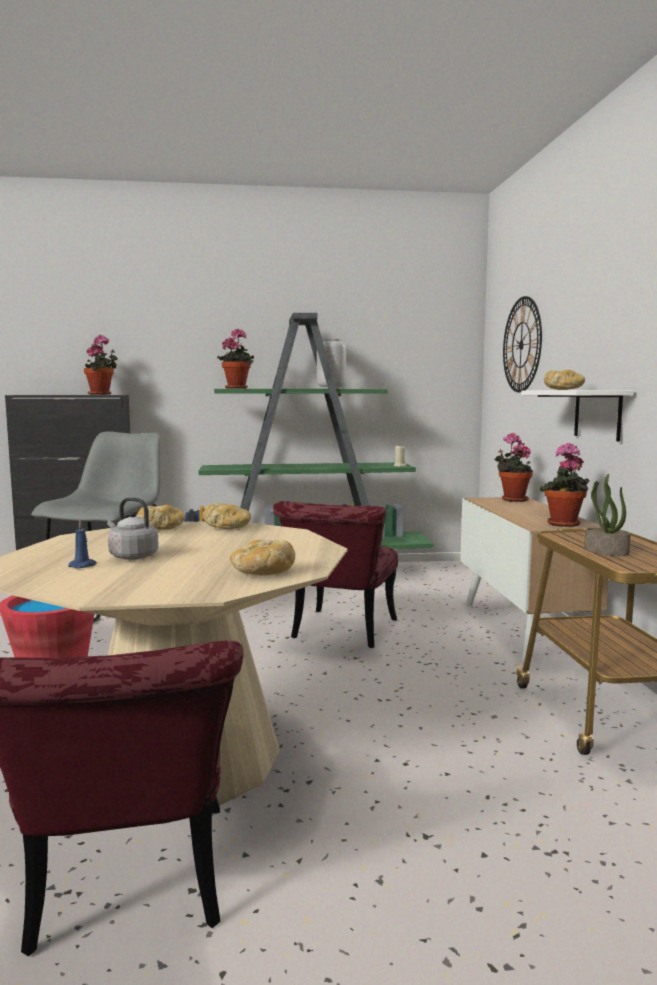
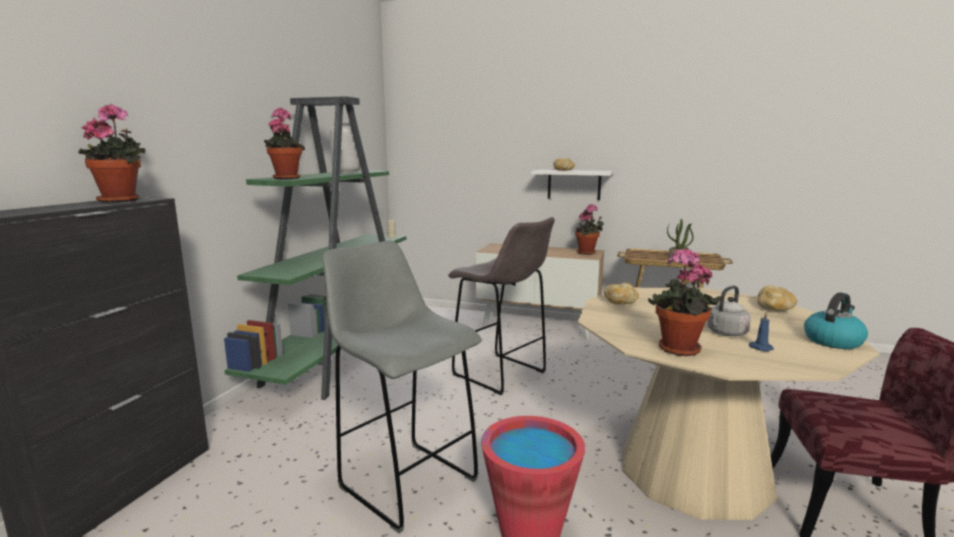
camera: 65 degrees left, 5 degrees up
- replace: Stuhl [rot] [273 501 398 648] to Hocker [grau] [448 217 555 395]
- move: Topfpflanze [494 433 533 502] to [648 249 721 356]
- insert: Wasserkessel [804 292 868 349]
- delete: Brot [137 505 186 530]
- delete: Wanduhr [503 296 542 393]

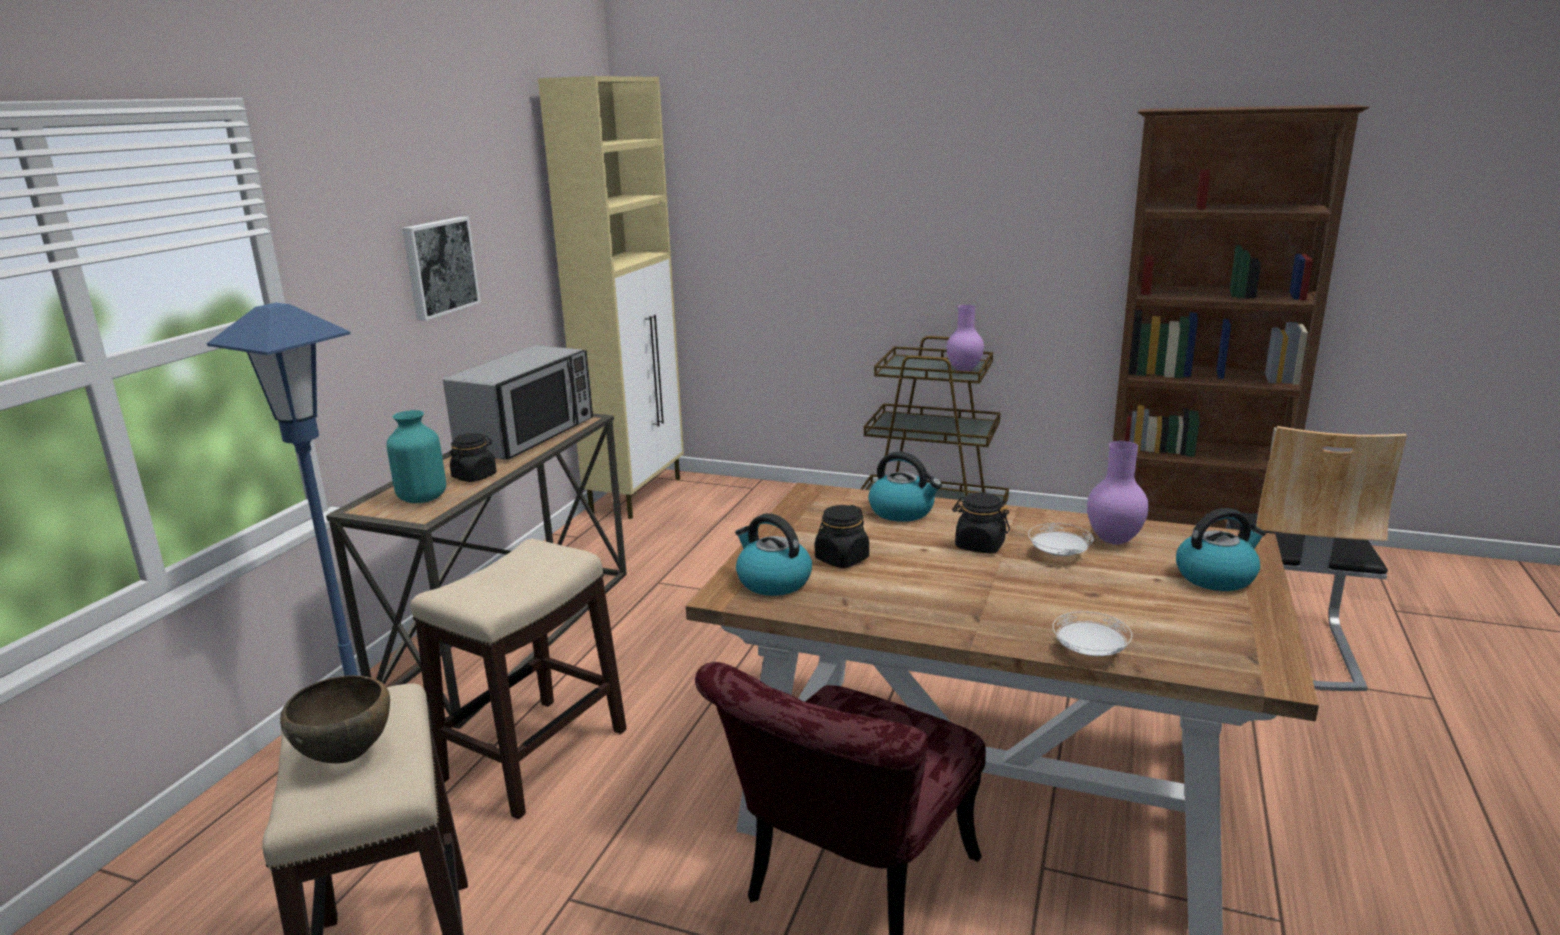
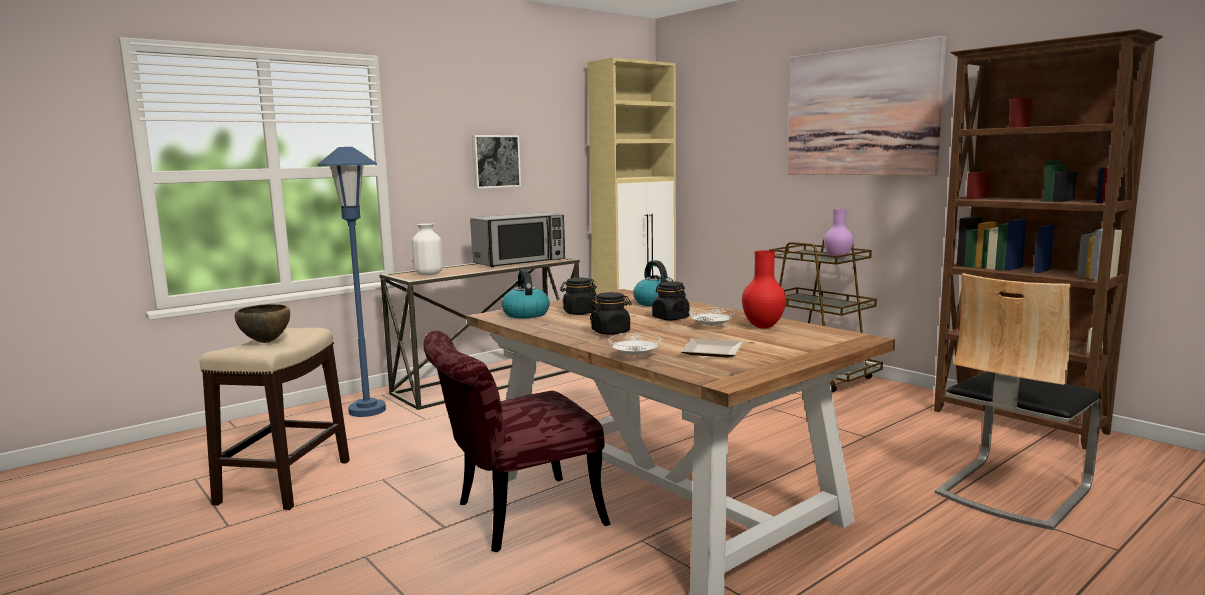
camera: 30 degrees right, 10 degrees down
- recolor: Vase [türkis] [387 410 446 503] to Vase [weiß] [412 223 443 275]
- move: Vorratsglas [schwarz] [450 433 497 482] to [590 292 632 335]
- insert: Teller [681 338 743 358]
- recolor: Vase [lila] [1087 441 1149 544] to Vase [rot] [742 250 786 328]
- insert: Bild [788 36 946 175]
- delete: Hocker [411 539 627 819]
- delete: Wasserkessel [1176 508 1266 591]

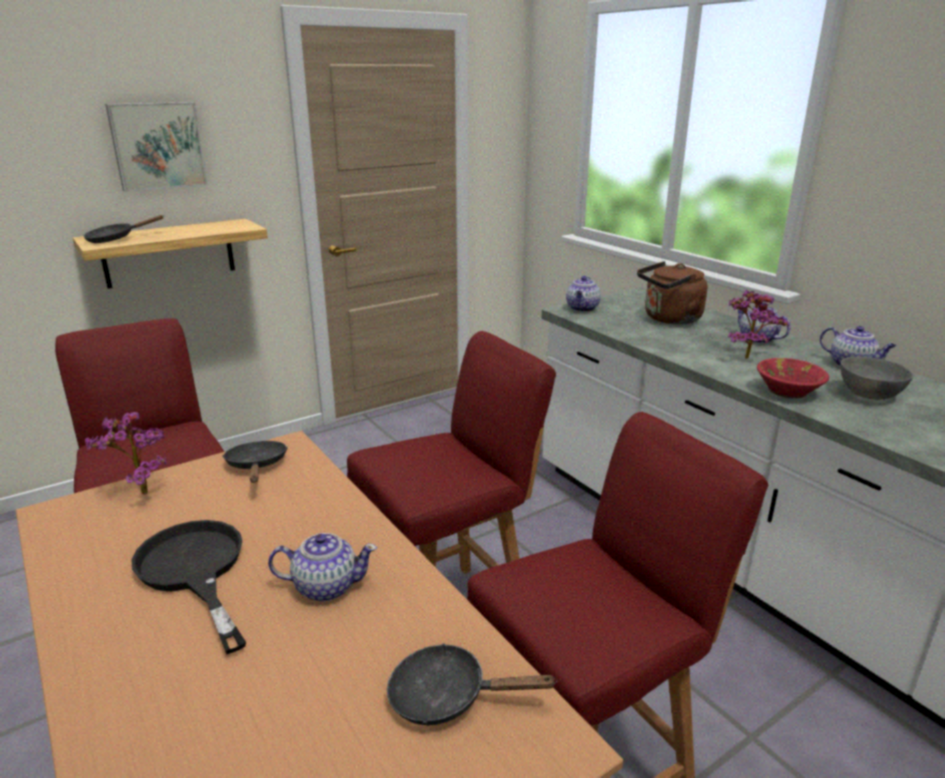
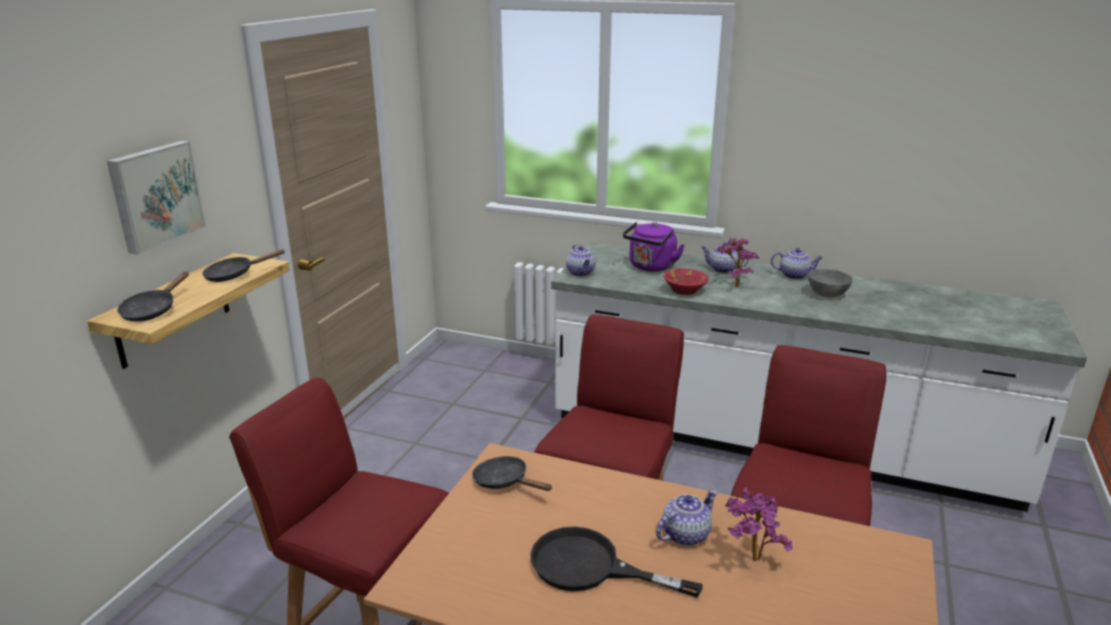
camera: 35 degrees left, 0 degrees up
- move: Pfanne [schwarz] [387 643 557 726] to [202 249 285 282]
- recolor: Wasserkessel [braun] [637 261 707 325] to Wasserkessel [lila] [623 222 685 272]
- move: Schüssel [rot] [757 358 829 399] to [663 268 709 295]
- move: Topfpflanze [85 412 167 495] to [725 487 793 562]

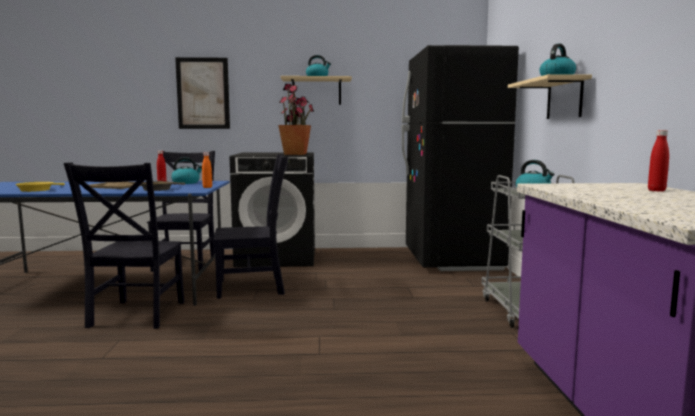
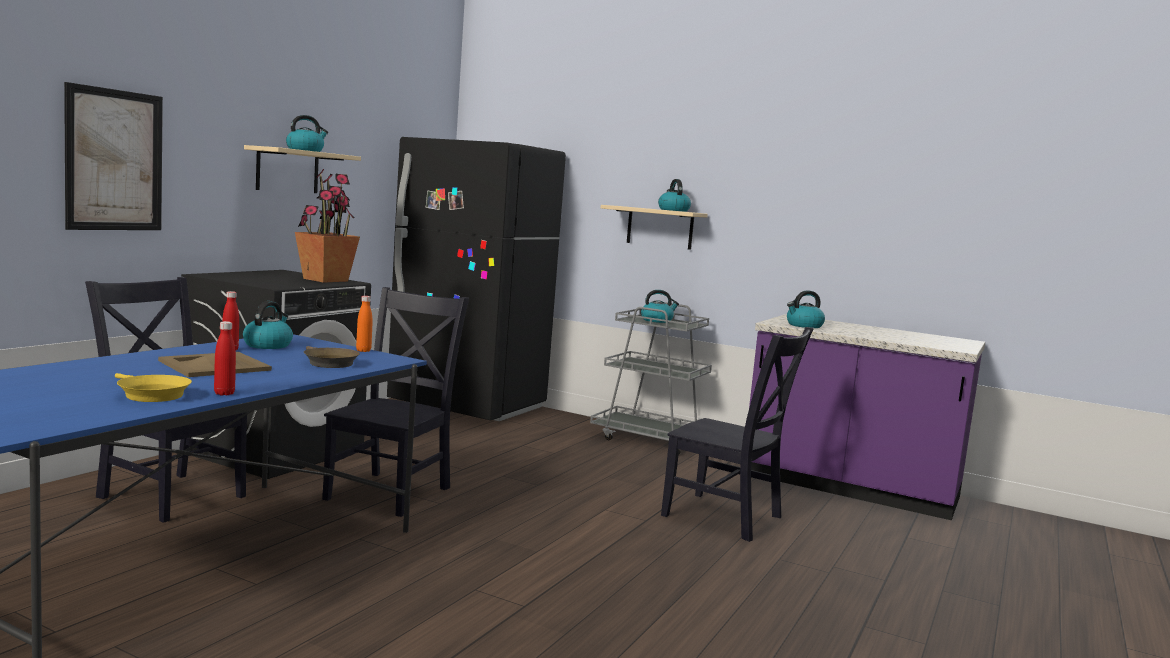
camera: 60 degrees left, 0 degrees up
- move: Flasche [rot] [648 130 669 192] to [214 321 236 395]
- move: Stuhl [schwarz] [64 163 184 329] to [661 327 814 542]
- insert: Wasserkessel [787 290 825 328]

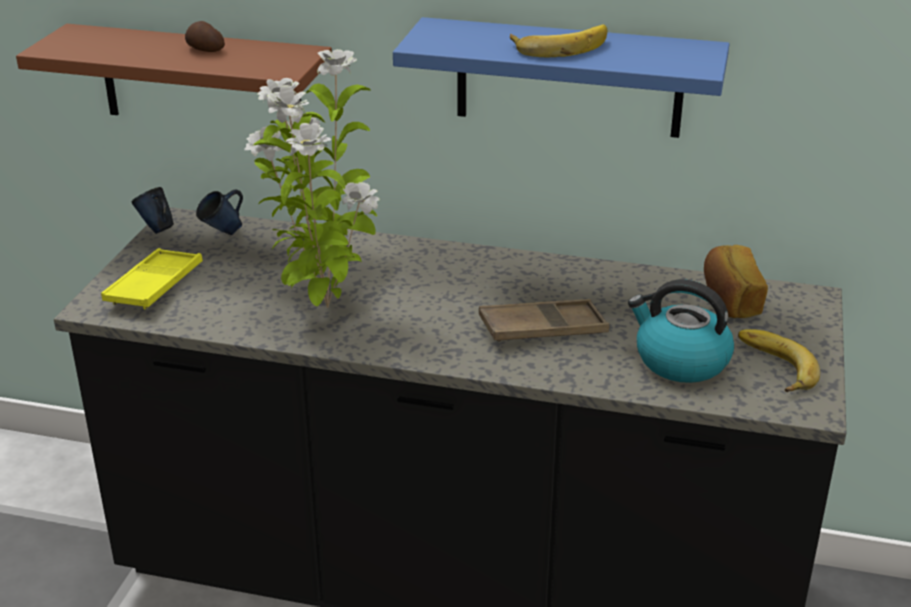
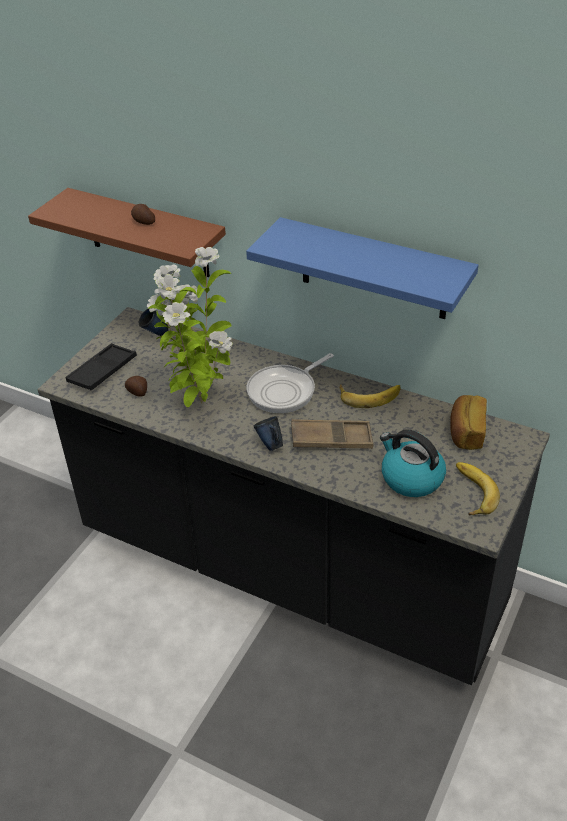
camera: 15 degrees right, 10 degrees up
- recolor: Tablett [gelb] [101 248 203 309] to Tablett [schwarz] [66 343 137 391]
- insert: Kartoffel [125 376 147 397]
- insert: Pfanne [247 353 334 413]
- move: Henkelbecher [blau] [131 187 174 234] to [254 416 283 451]
- move: Banane [510 25 607 57] to [340 385 401 408]

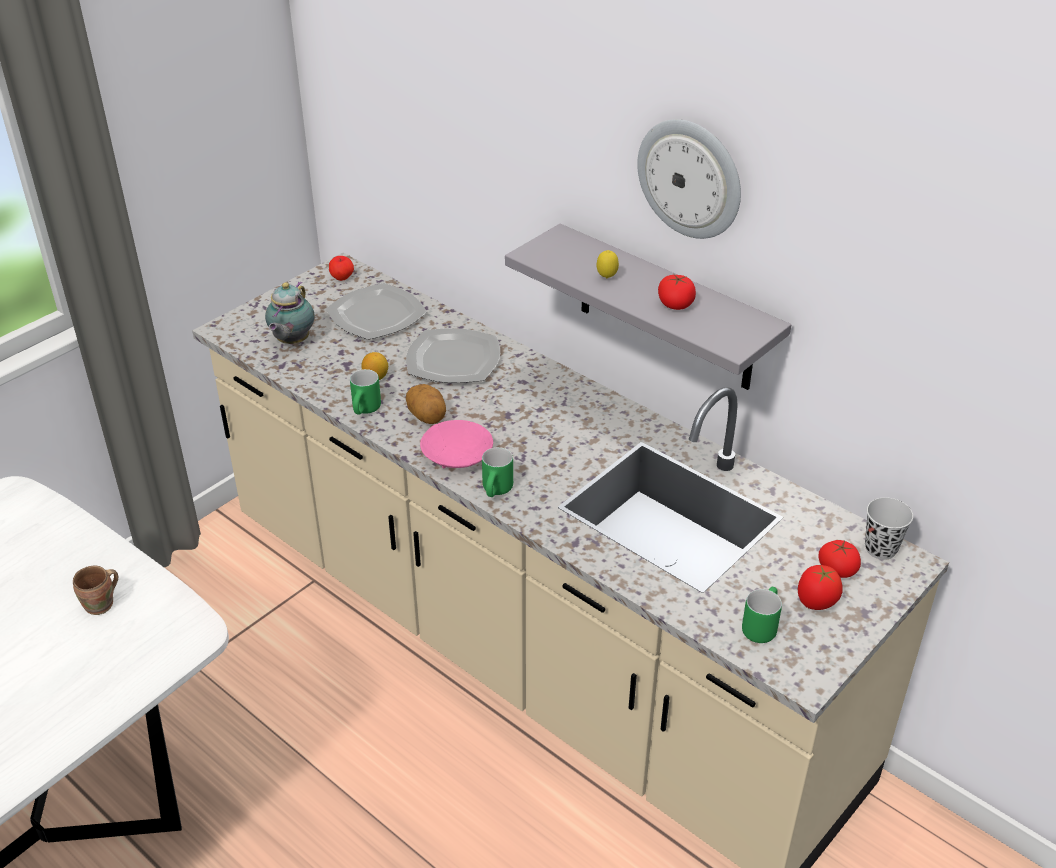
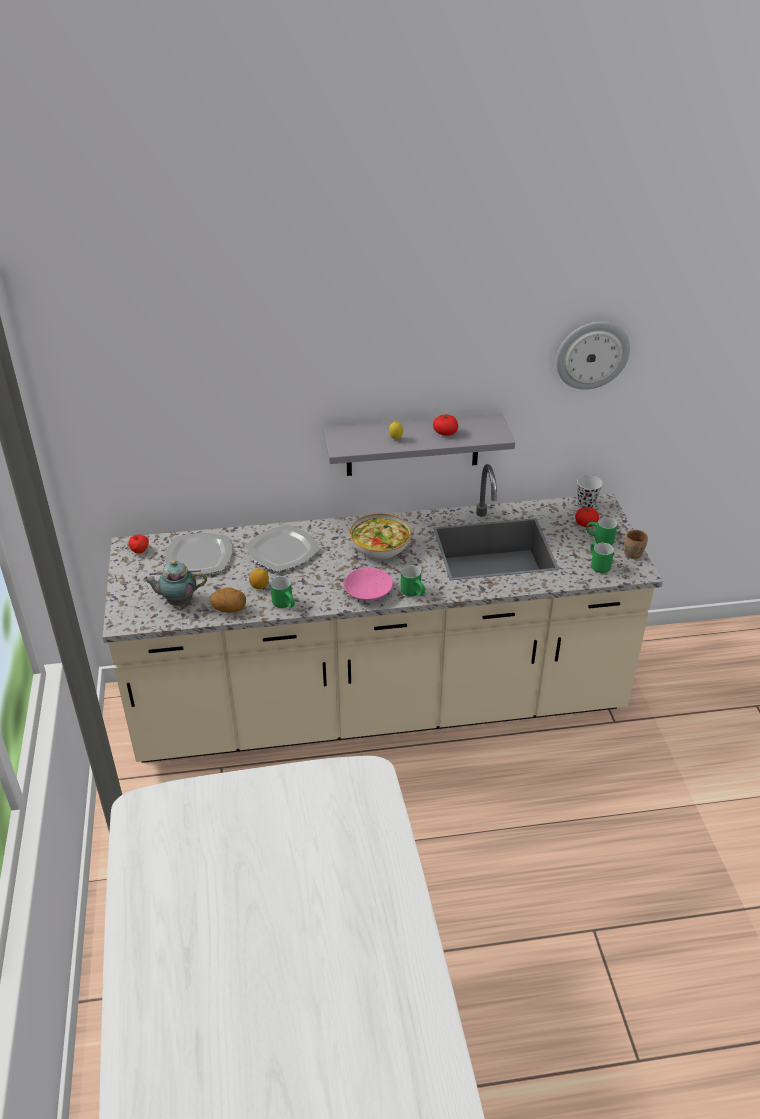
camera: 50 degrees left, 0 degrees up
- rotate: Teekanne [265 281 315 344] = [143 561 207 606] 120 degrees clockwise
- move: Kartoffel [406 384 446 424] to [210 587 246 613]
- insert: Schüssel [350 513 411 560]
- move: Wanduhr [637 119 741 239] to [556 322 630 390]
- replace: Tomate [798 565 843 610] to Henkelbecher [grün] [586 517 617 545]
- move: Henkelbecher [braun] [73 566 118 615] to [624 530 648 559]

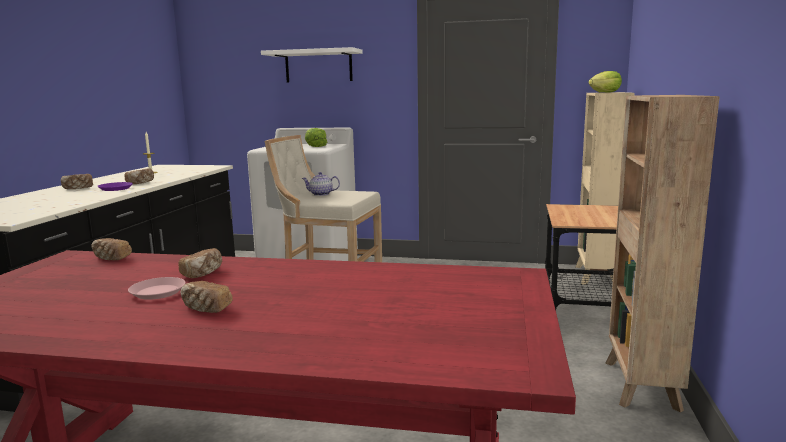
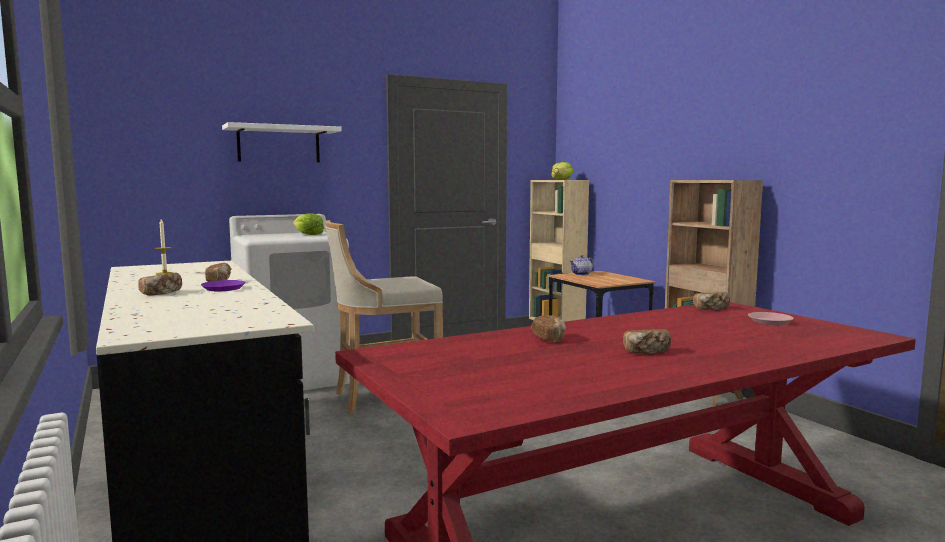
camera: 40 degrees left, 5 degrees down
- move: Teekanne [302 172 340 196] to [569 255 594 275]
- move: Brot [91 238 132 260] to [693 292 730 310]
- move: Teller [rosa] [128 277 186 300] to [748 312 794 325]

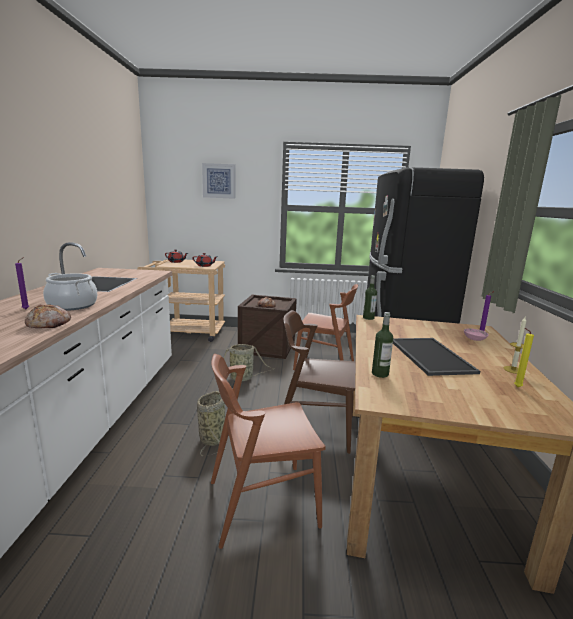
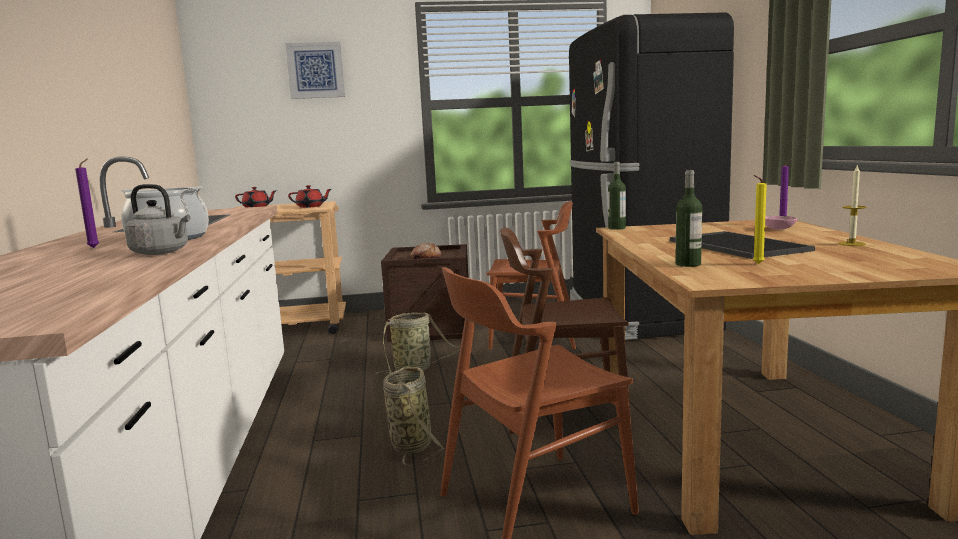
camera: 10 degrees left, 5 degrees down
- replace: Brot [25 304 71 328] to Wasserkessel [grau] [125 184 190 255]
- move: Kerze [gelb] [514 328 534 387] to [753 175 767 264]

